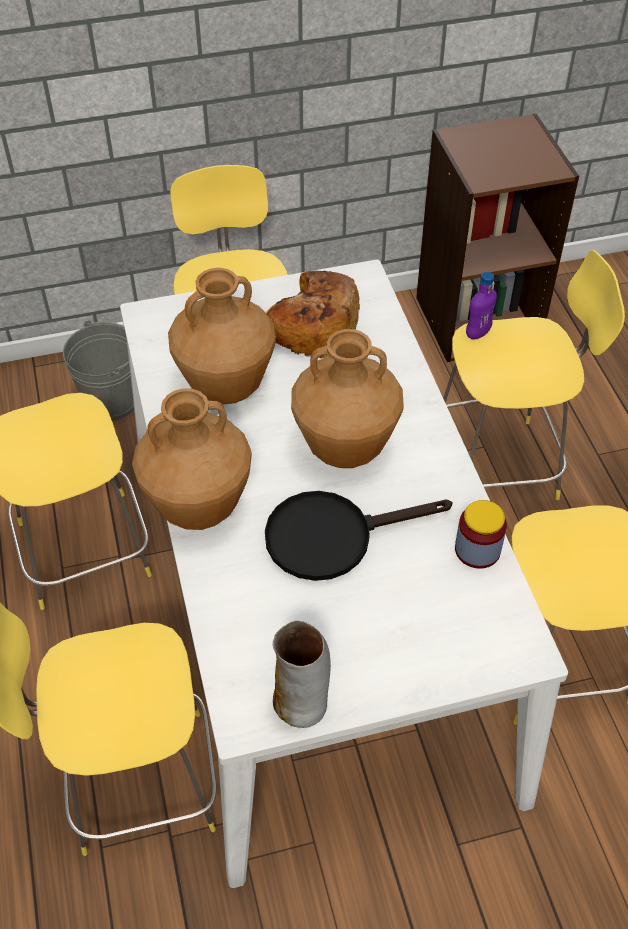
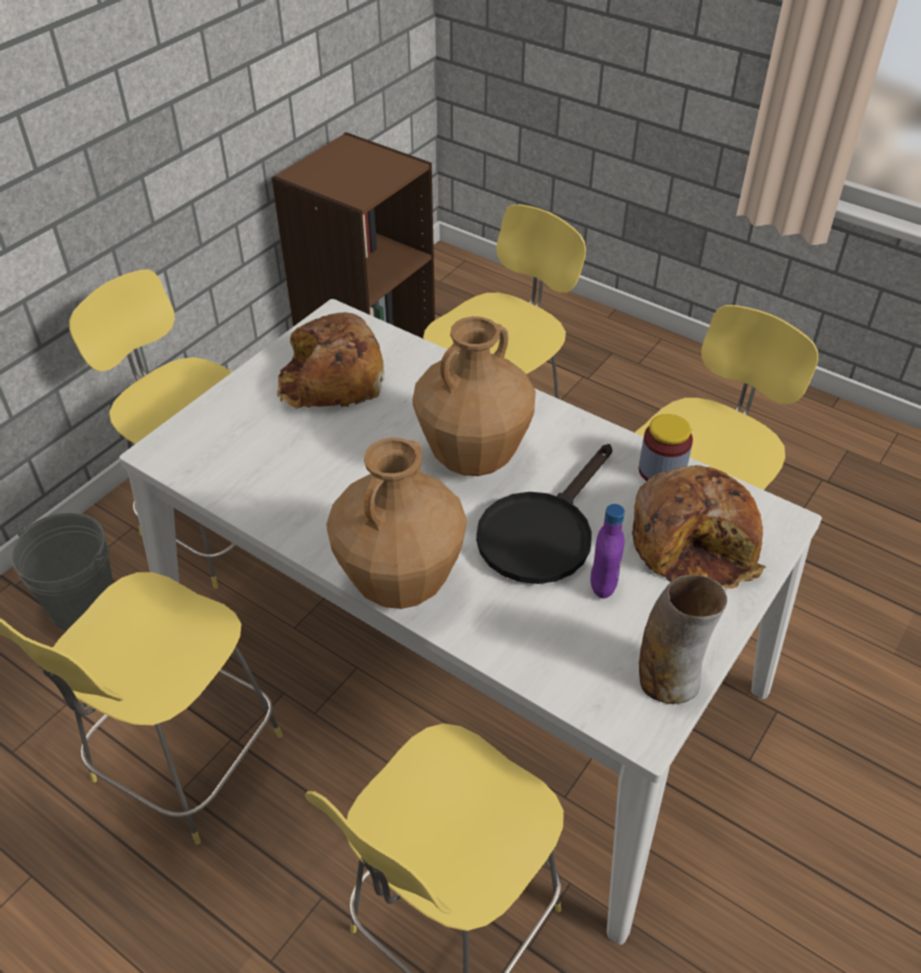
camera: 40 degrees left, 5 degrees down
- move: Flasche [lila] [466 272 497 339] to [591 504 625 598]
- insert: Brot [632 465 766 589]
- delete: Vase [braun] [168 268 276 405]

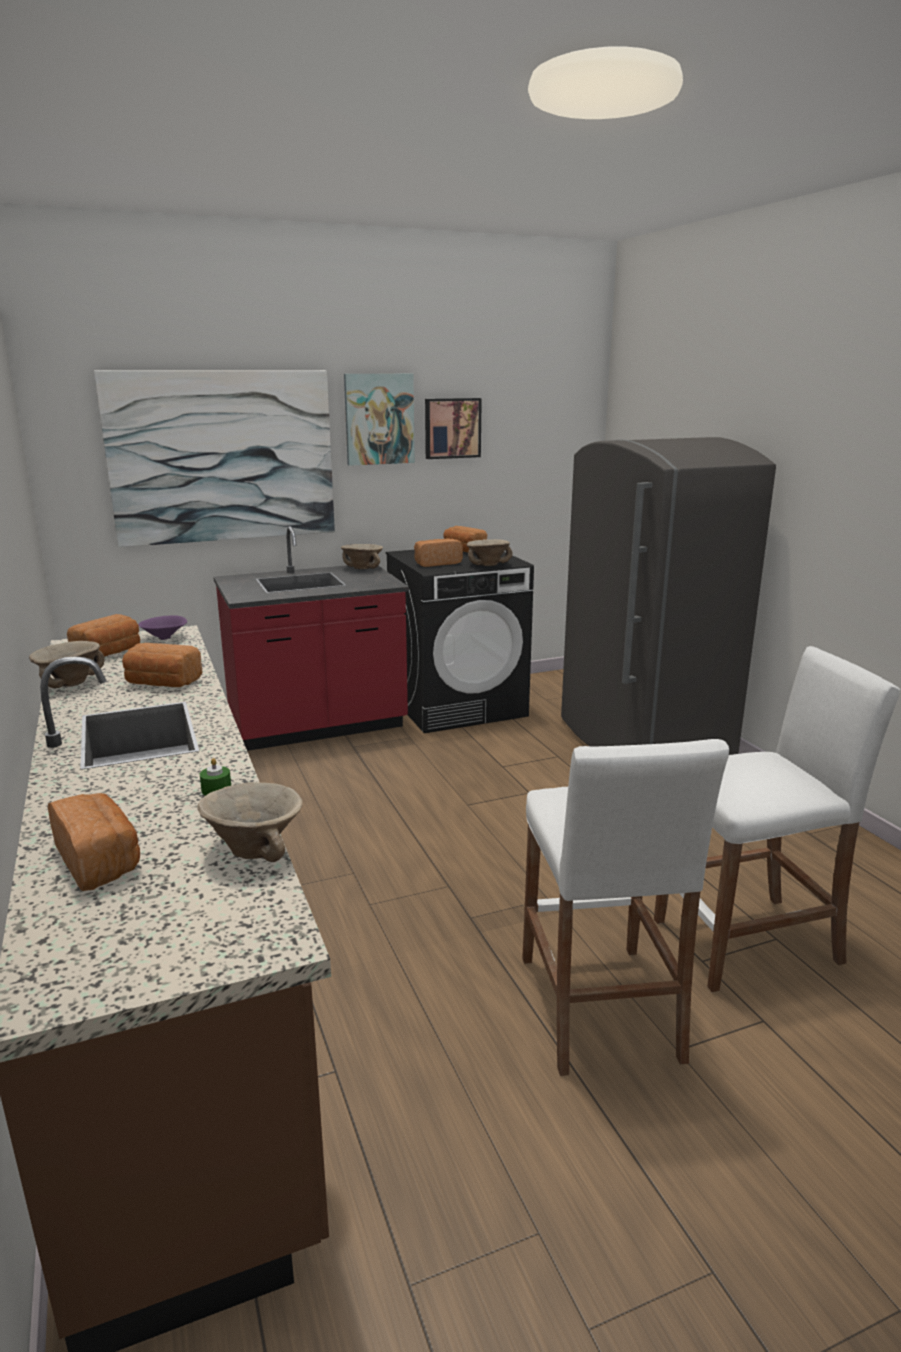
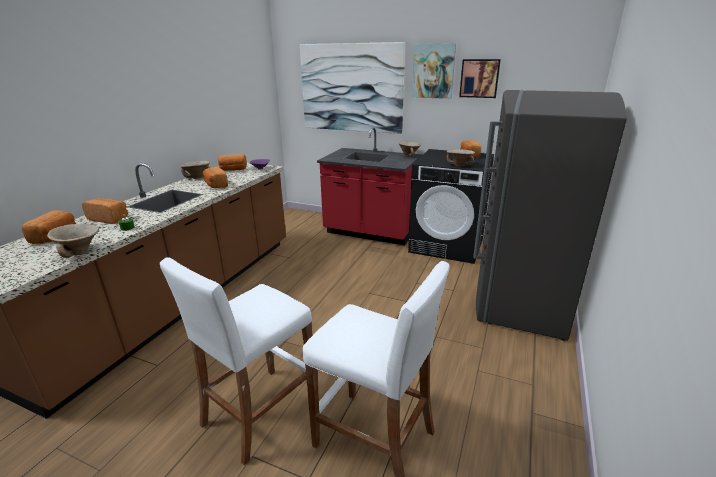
camera: 45 degrees right, 5 degrees up
- move: Brot [414 539 463 567] to [82 198 128 224]

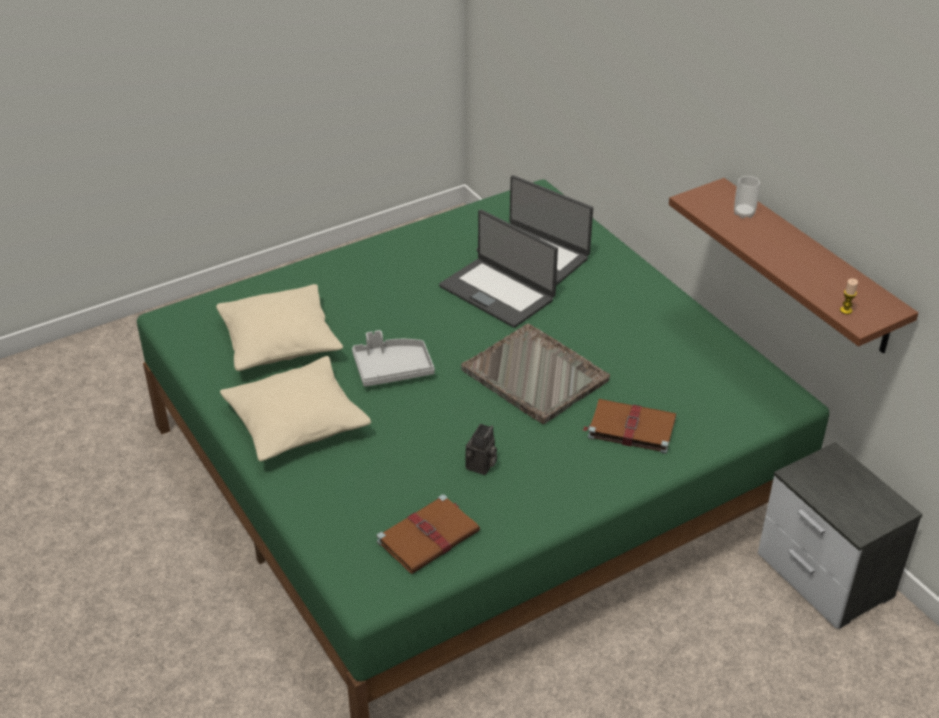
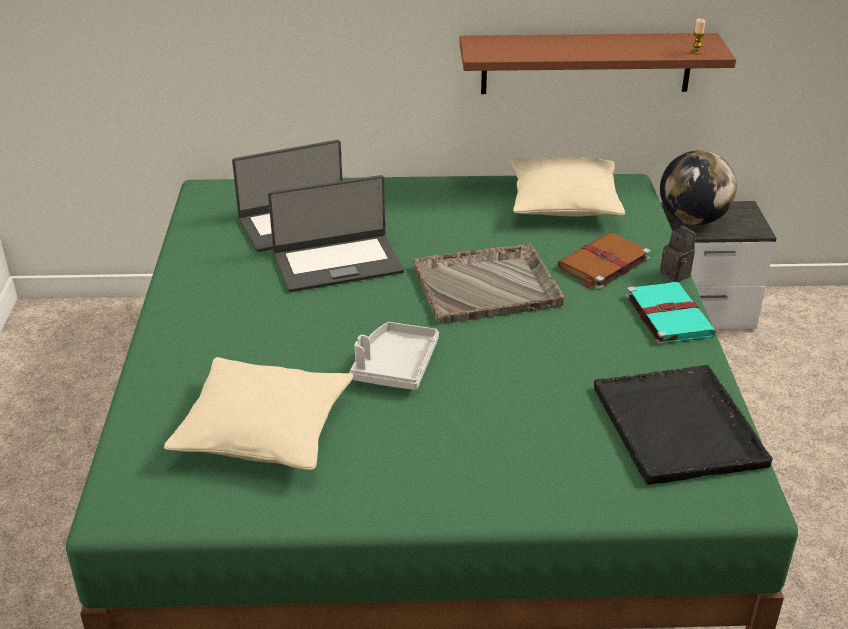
camera: 60 degrees left, 5 degrees down
- move: Kissen [beige] [220 356 371 461] to [510 157 625 217]
- replace: Buch [braun] [377 494 480 574] to Tablett [schwarz] [594 365 773 485]
- insert: Buch [türkis] [626 282 716 345]
- insert: Globus [660 150 737 225]
- move: Kamera [465 424 497 475] to [660 226 696 282]
- delete: Tasse [734 176 760 219]

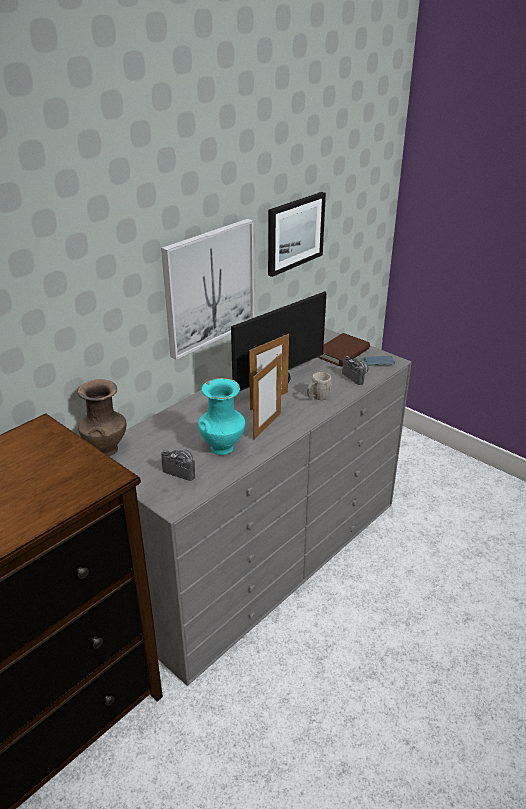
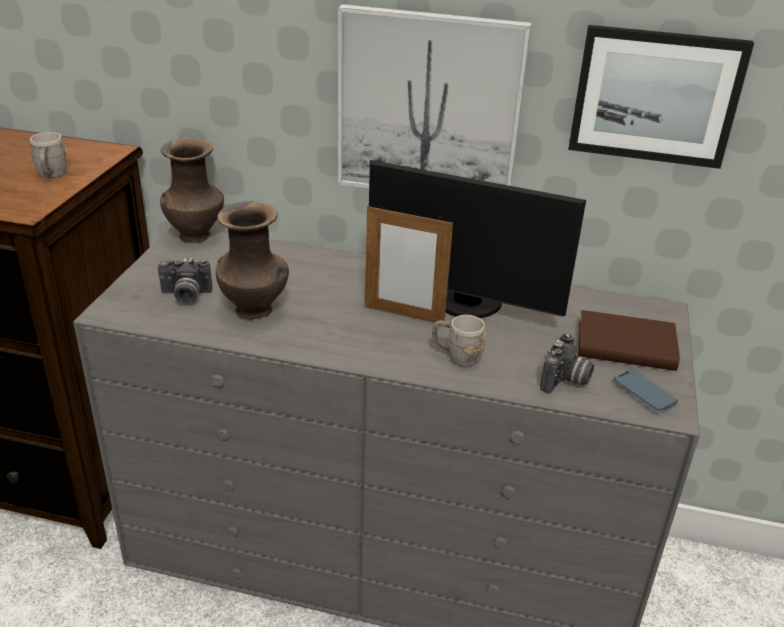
camera: 60 degrees right, 0 degrees up
- insert: Henkelbecher [grau] [30 132 67 178]
- rotate: Kamera [161 449 195 481] = [158 258 212 304] 90 degrees clockwise
- recolor: Vase [türkis] [198 378 245 455] to Vase [braun] [216 201 289 320]
- delete: Bilderrahmen [253 353 282 440]

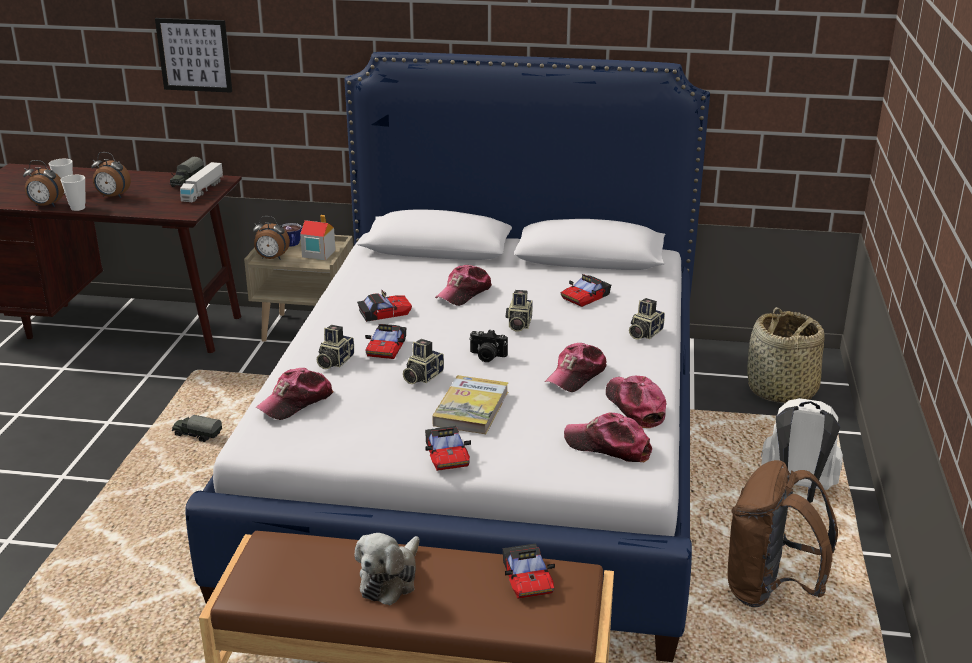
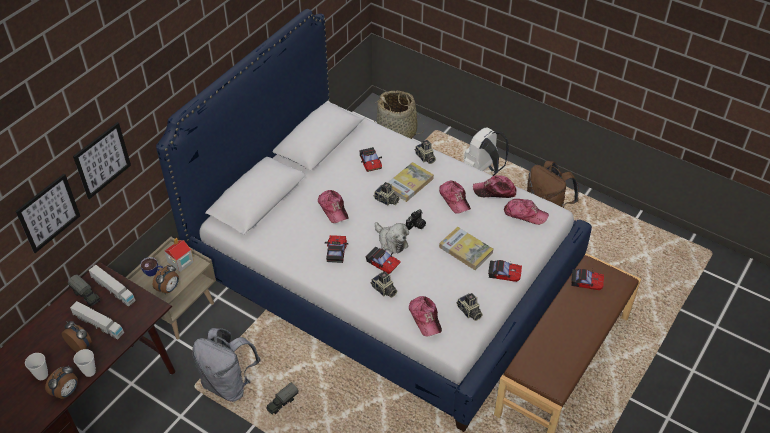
camera: 65 degrees left, 20 degrees up
- rotate: Wecker [91 152 131 198] = [62 321 92 352] 90 degrees counterclockwise
- insert: Spielzeuglaster [70 301 124 339]
- insert: Bild [73 122 131 199]
- insert: Rucksack [grau] [192 328 261 402]
- move: Plüschtier [355 533 420 605] to [375 222 409 253]
- insert: Buch [388 162 434 202]
- move: Kamera [403 339 444 384] to [456 293 483 321]
- rotate: Kappe [564 413 652 462] = [504 199 549 225] 120 degrees counterclockwise

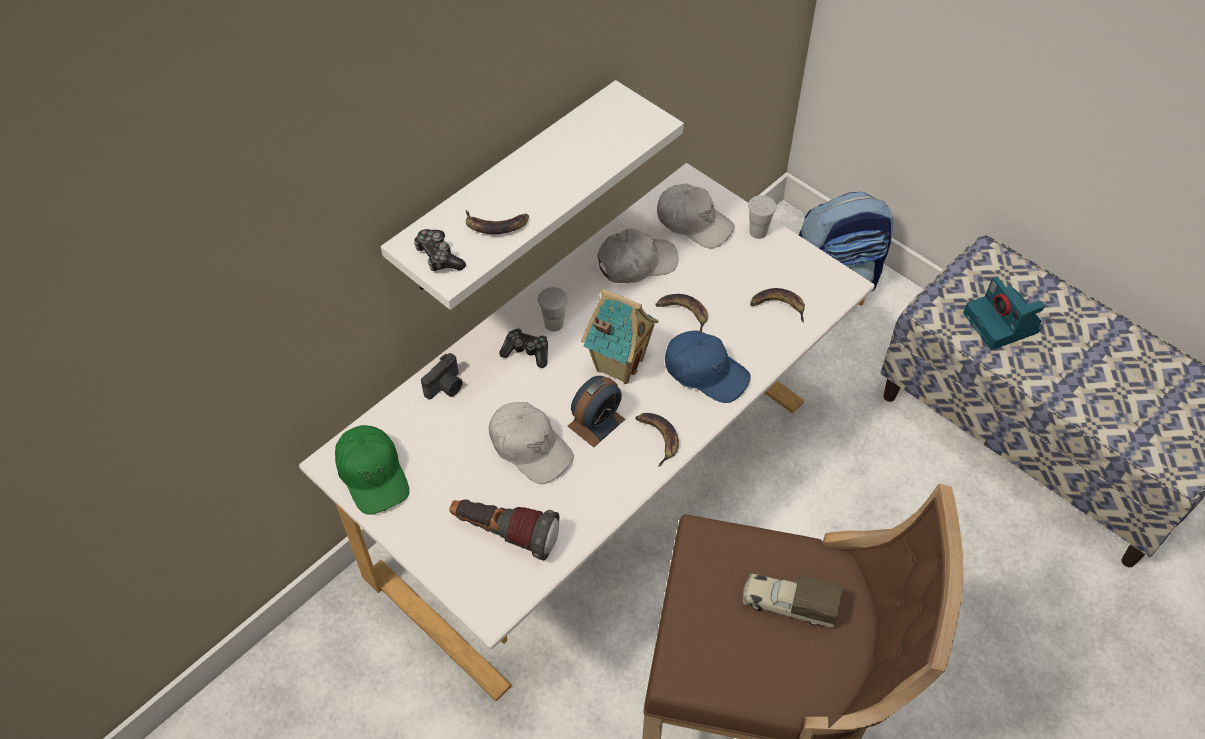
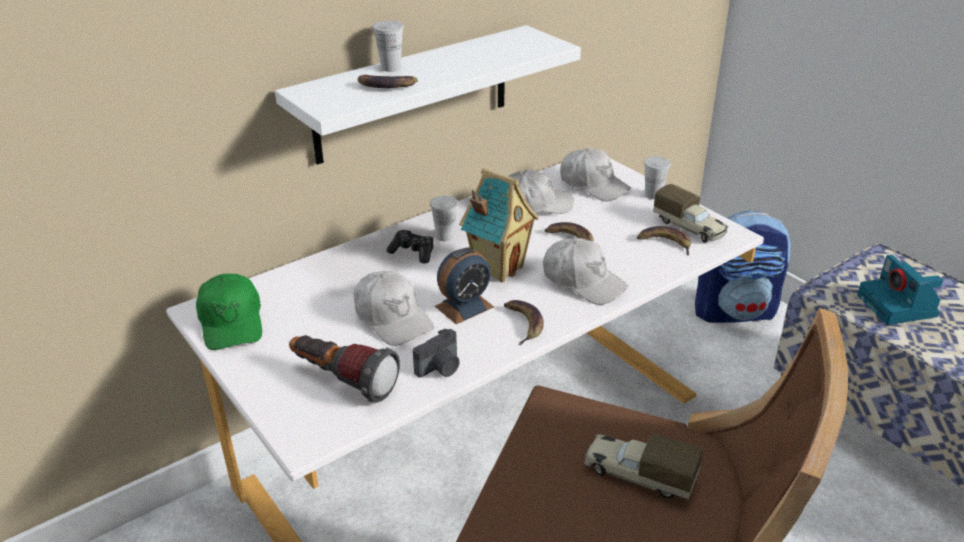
camera: 10 degrees right, 20 degrees down
- insert: Tasse [weiß] [372 21 404 72]
- move: Kamera [421 353 462 400] to [413 328 460 377]
- recolor: Kappe [blau] [665 330 751 403] to Kappe [weiß] [543 238 628 305]
- insert: Spielzeuglaster [653 184 728 243]
- delete: Gamepad [414 229 466 271]

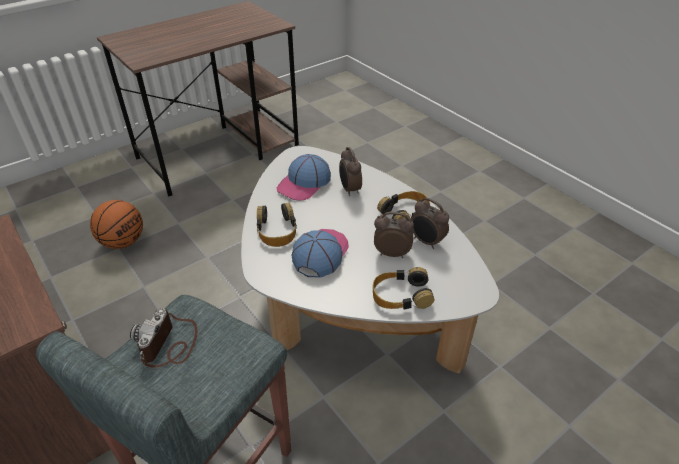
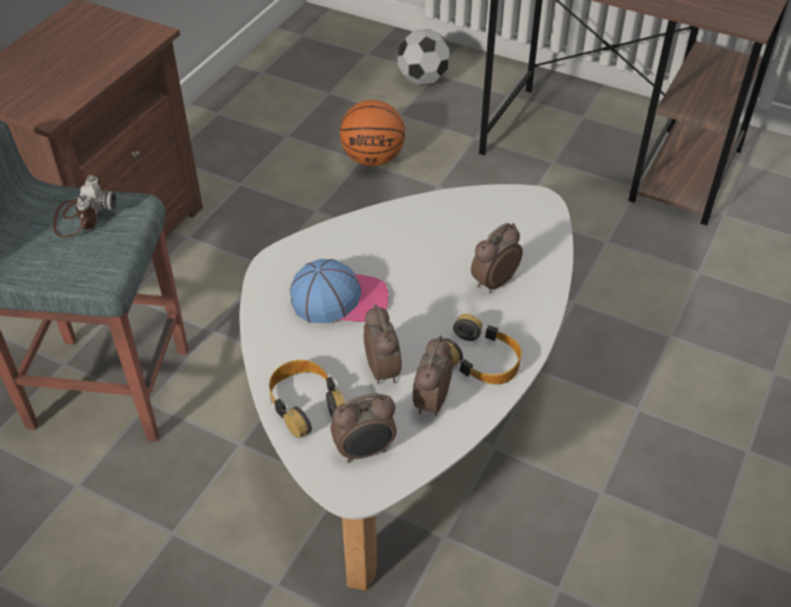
camera: 65 degrees right, 5 degrees up
- rotate: Kamera [130 308 198 368] = [53 175 116 237] 105 degrees clockwise
- insert: Wecker [331 393 397 463]
- insert: Fußball [397 29 450 85]
- delete: Kopfhörer [257 203 297 247]
- delete: Kappe [277 154 331 201]

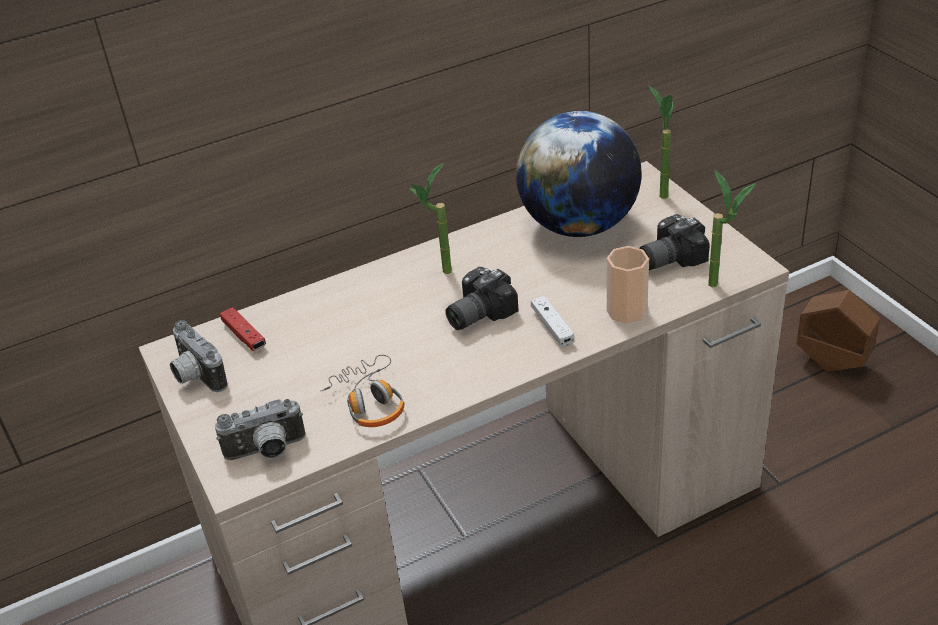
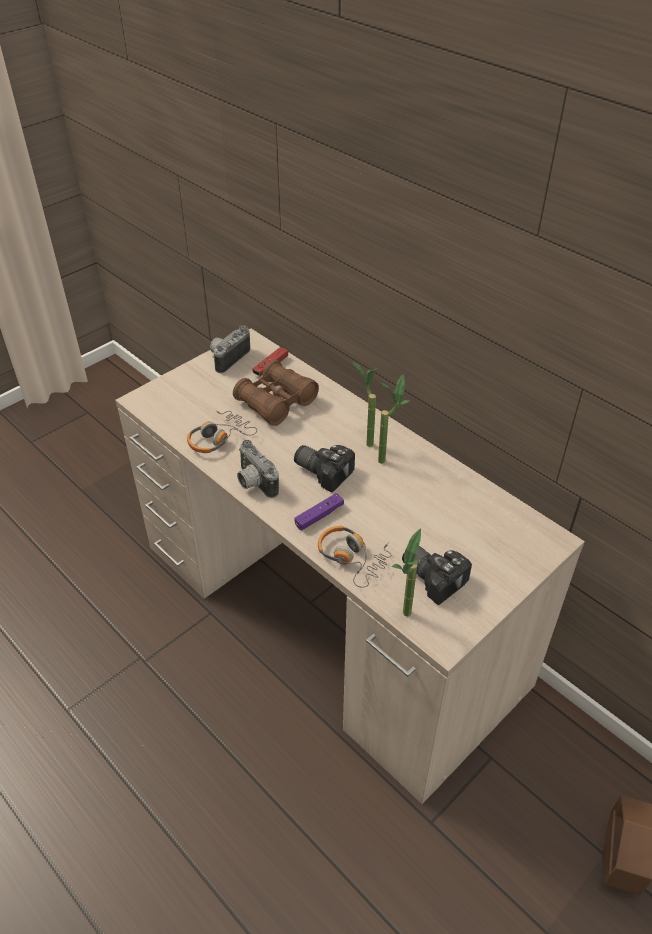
camera: 70 degrees right, 5 degrees up
- insert: Fernglas [braun] [233 360 319 426]
- move: Kamera [215 399 305 460] to [237 440 279 498]
- recolor: Gamepad [weiß] [531 296 574 347] to Gamepad [lila] [294 493 344 531]
- replace: Tasse [607 246 649 324] to Kopfhörer [318 526 391 588]
- move: Topfpflanze [648 85 673 199] to [378 374 409 464]
- delete: Globus [516 111 642 237]

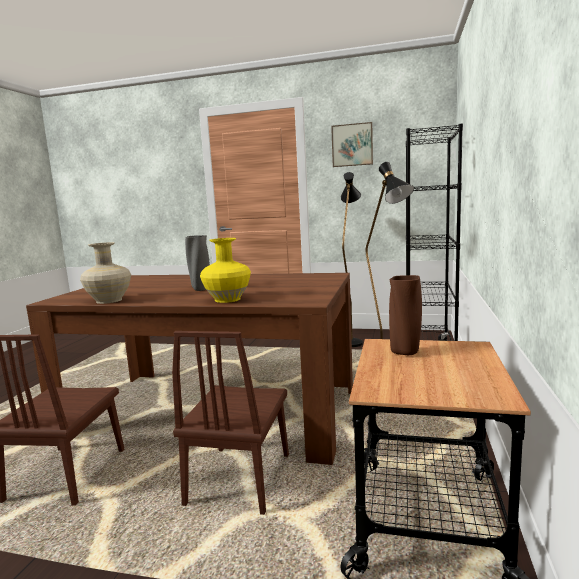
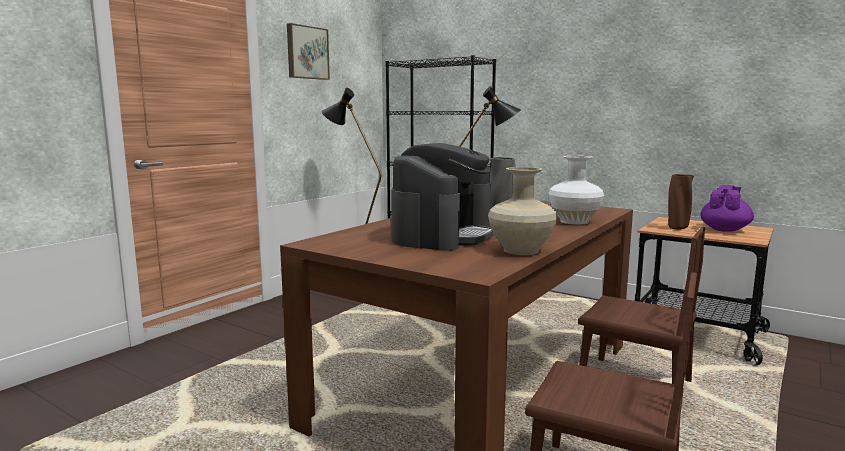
camera: 70 degrees left, 0 degrees up
- insert: Kaffeemaschine [391 143 494 251]
- recolor: Vase [gelb] [200 238 251 303] to Vase [weiß] [548 156 604 225]
- insert: Teekanne [lila] [700 185 754 232]

